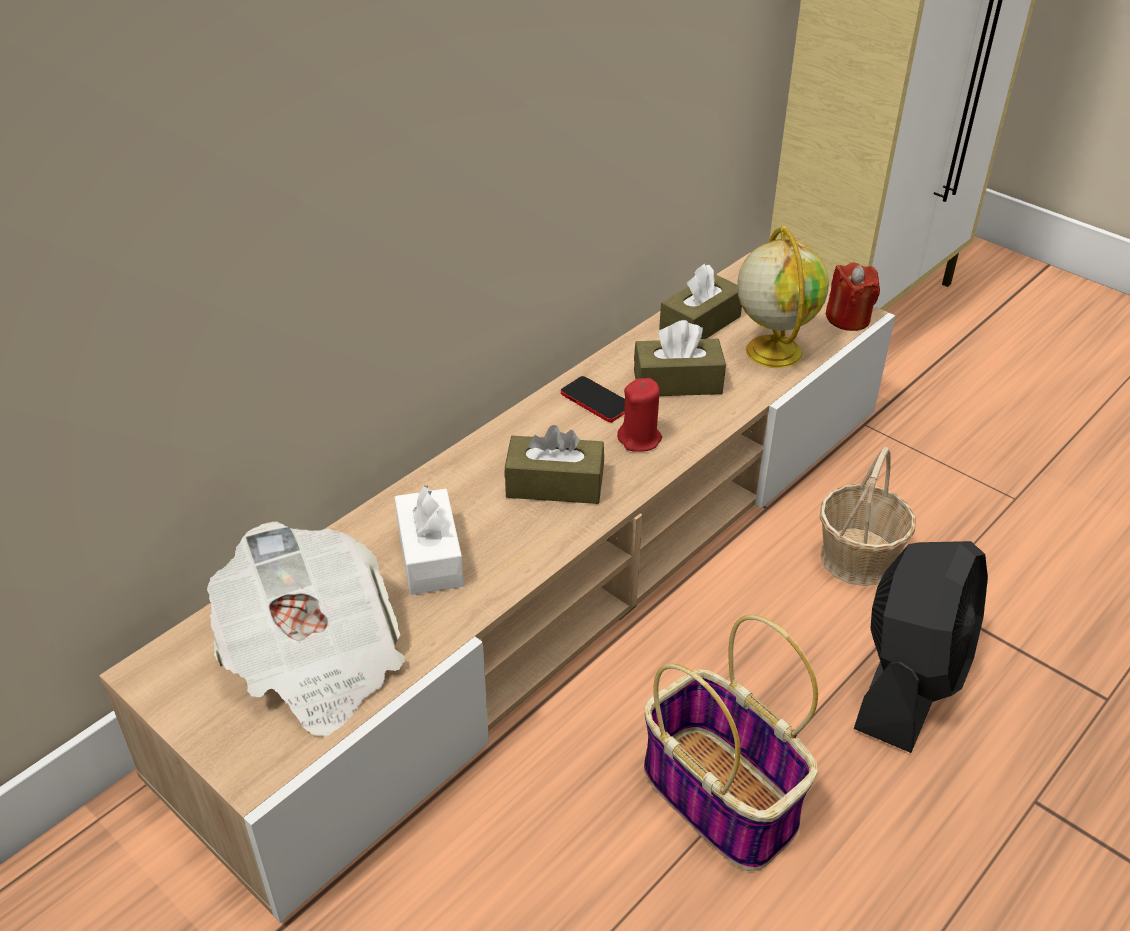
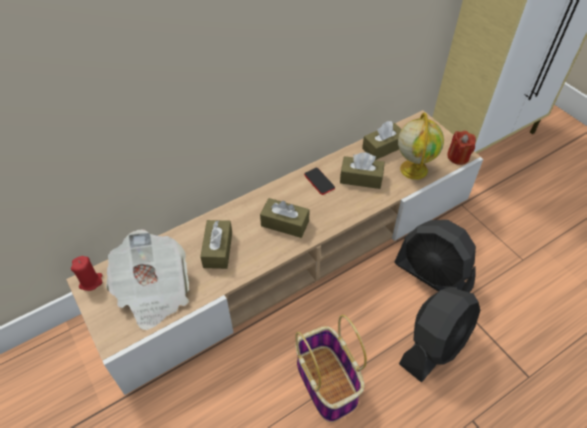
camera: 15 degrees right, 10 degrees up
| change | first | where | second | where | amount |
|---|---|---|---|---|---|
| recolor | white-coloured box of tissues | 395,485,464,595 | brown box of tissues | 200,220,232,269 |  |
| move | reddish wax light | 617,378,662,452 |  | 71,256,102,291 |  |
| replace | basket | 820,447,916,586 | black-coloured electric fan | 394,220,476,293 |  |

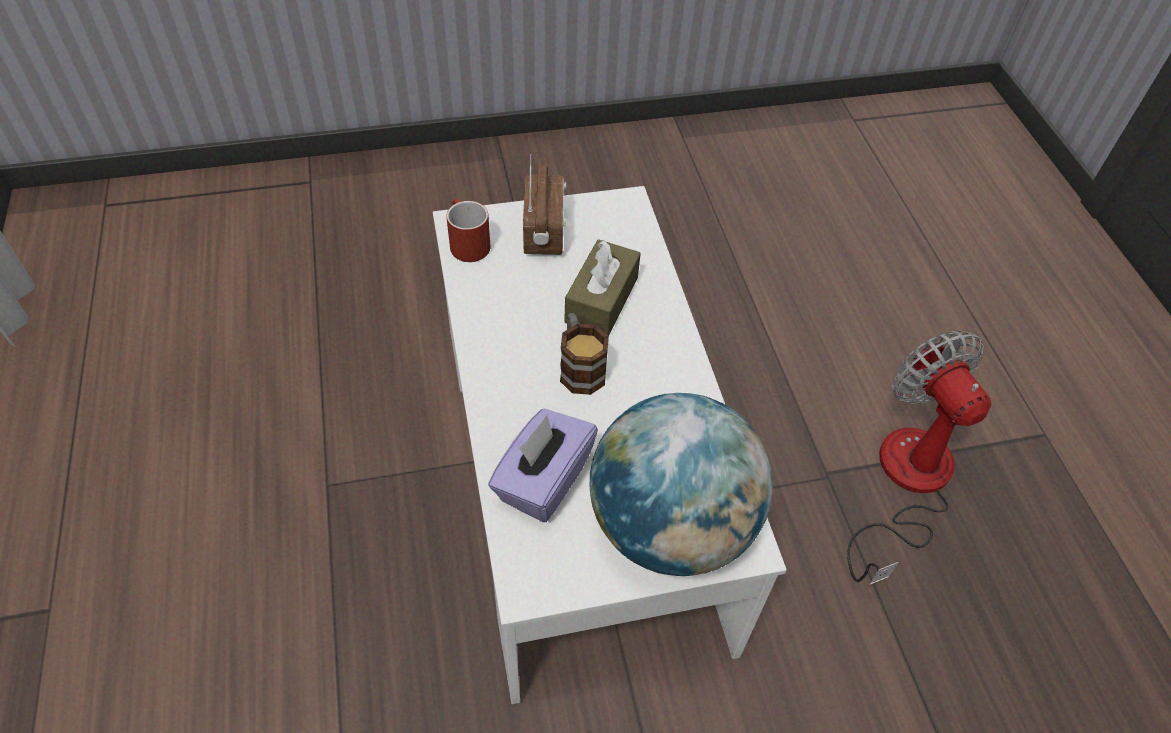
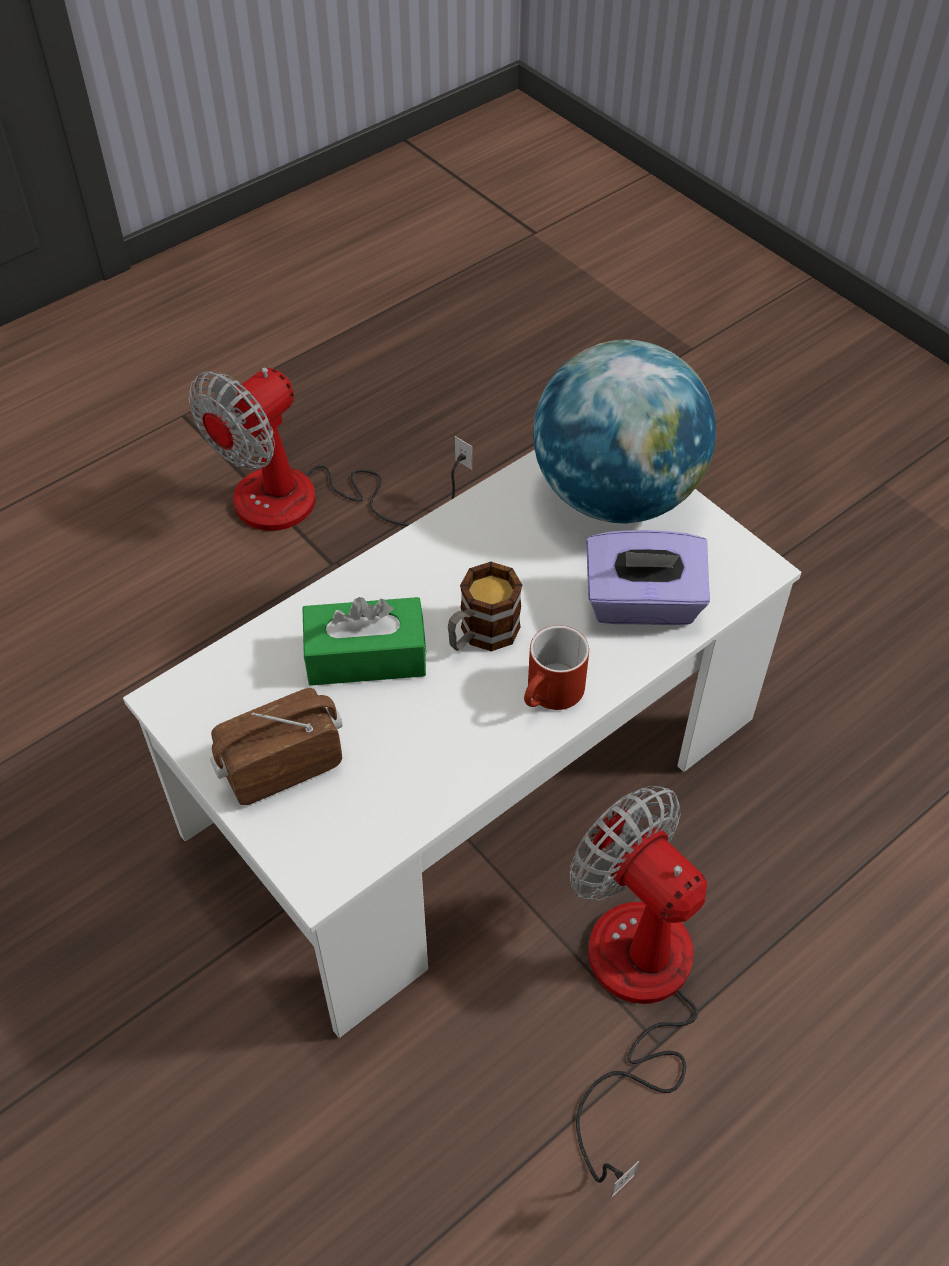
camera: 115 degrees left, 0 degrees up
| change | first | where | second | where | amount |
|---|---|---|---|---|---|
| move | reddish mug | 446,199,491,262 |  | 524,625,589,710 |  |
| recolor | brown box of tissues | 564,239,641,336 | greenish box of tissues | 302,597,427,686 |  |
| insert |  |  | electric fan | 570,786,707,1198 |  |

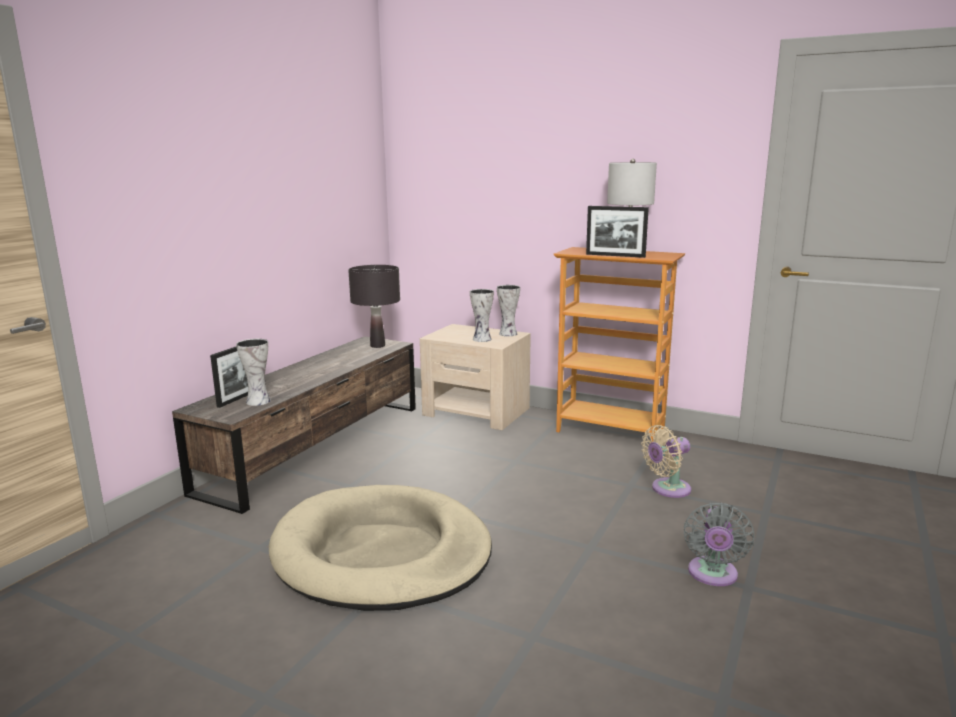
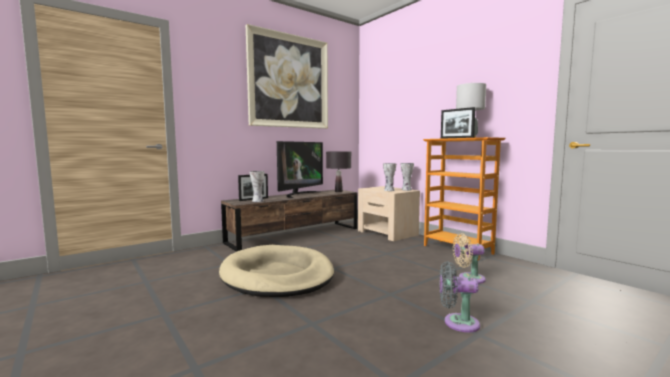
camera: 25 degrees right, 10 degrees down
| change | first | where | second | where | amount |
|---|---|---|---|---|---|
| rotate | grey electric fan | 684,503,755,586 |  | 439,261,480,333 | 60 degrees clockwise |
| insert |  |  | picture | 246,24,328,129 |  |
| insert |  |  | television | 277,141,323,198 |  |

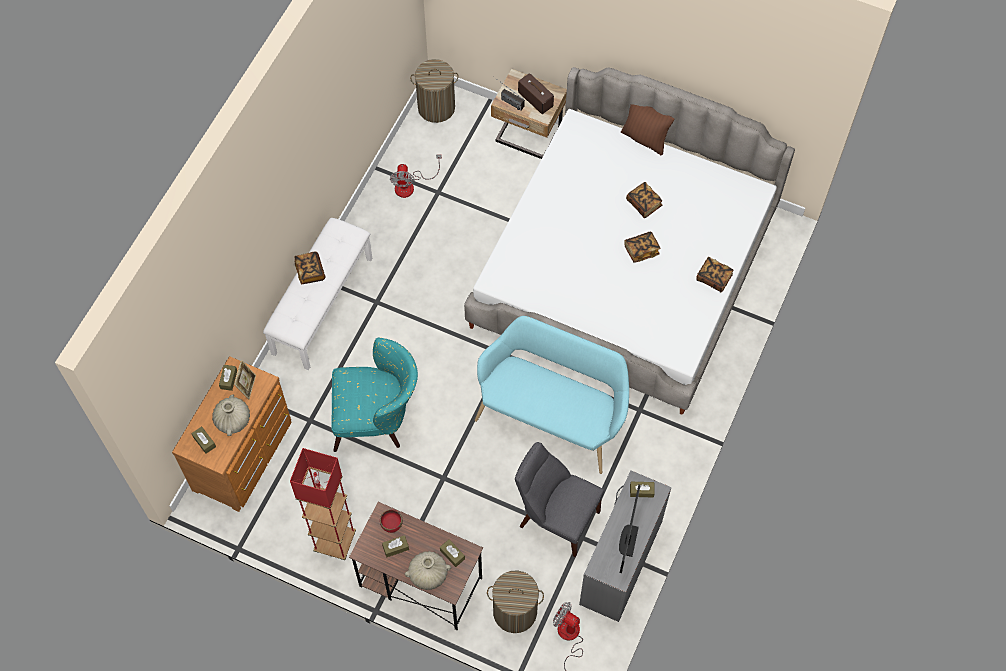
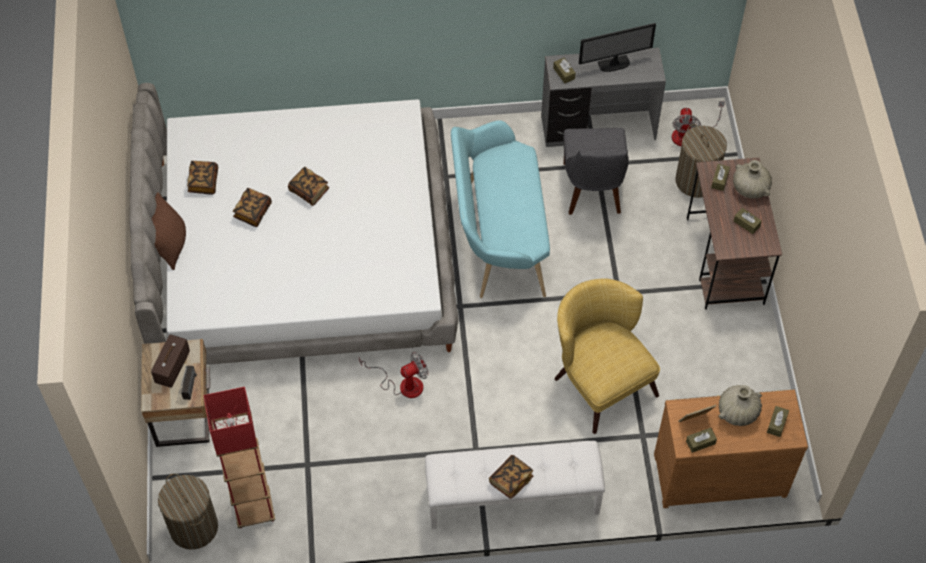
camera: 120 degrees left, 5 degrees down
| change | first | where | second | where | amount |
|---|---|---|---|---|---|
| move | reddish standard lamp | 290,448,356,560 |  | 203,387,275,528 |  |
| recolor | turquoise-coloured easy chair | 331,338,418,452 | yellowish easy chair | 555,278,660,434 |  |
| delete | reddish bowl | 380,509,403,533 |  |  |  |
| move | electric fan | 390,154,442,198 |  | 359,352,428,398 |  |
| move | book | 696,257,733,292 |  | 187,161,218,195 |  |

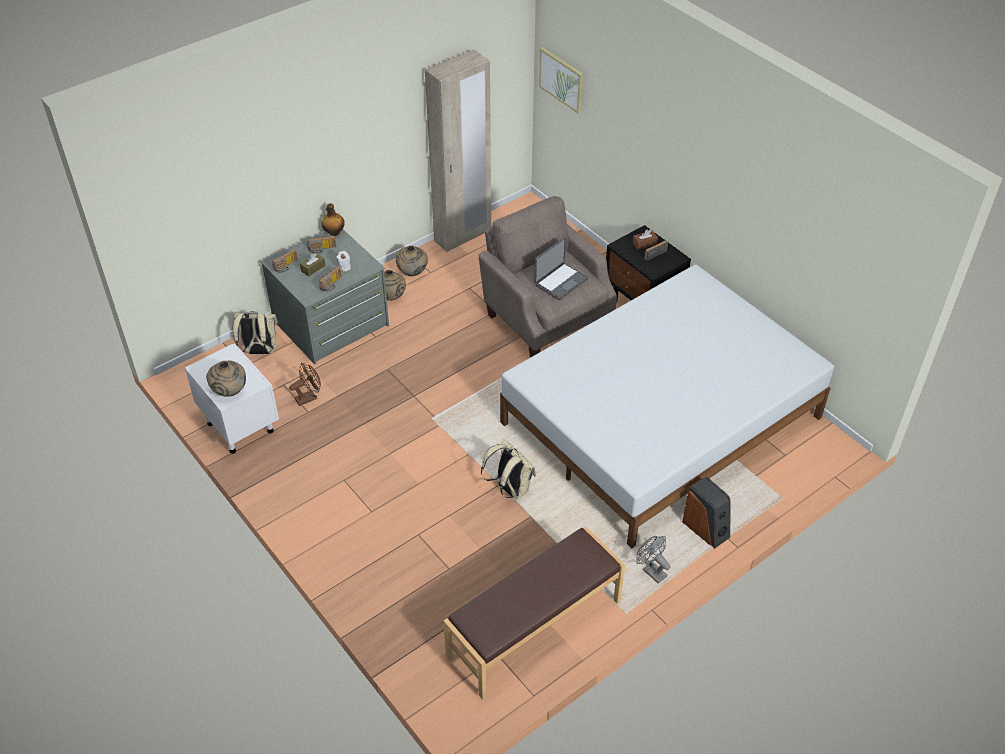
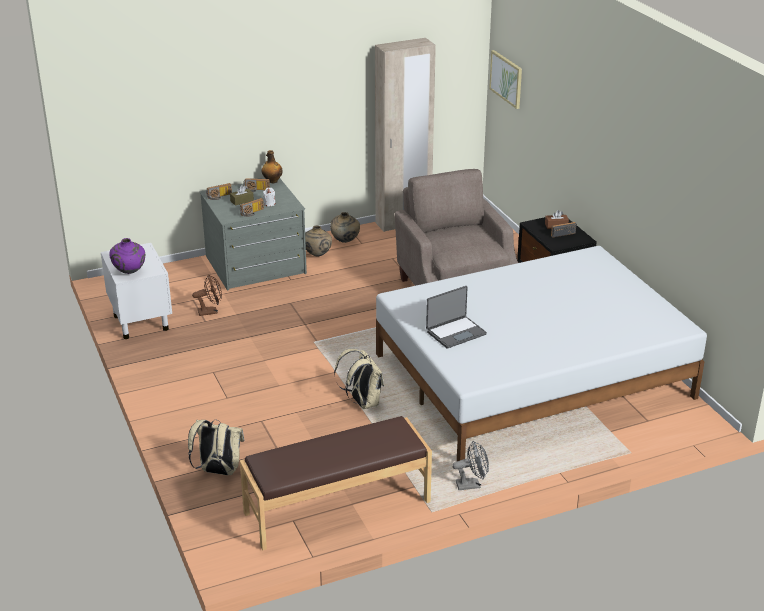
camera: 15 degrees right, 15 degrees down
| change | first | where | second | where | amount |
|---|---|---|---|---|---|
| recolor | beige-coloured flower vase | 206,361,246,397 | purple-coloured flower vase | 109,238,145,274 |  |
| move | beige-coloured knapsack | 233,311,278,354 |  | 188,420,244,475 |  |
| move | portable computer | 534,238,588,300 |  | 426,286,487,349 |  |
| rotate | grey electric fan | 637,536,670,583 |  | 452,441,489,490 | 105 degrees clockwise |
| delete | audio speaker | 682,476,731,549 |  |  |  |

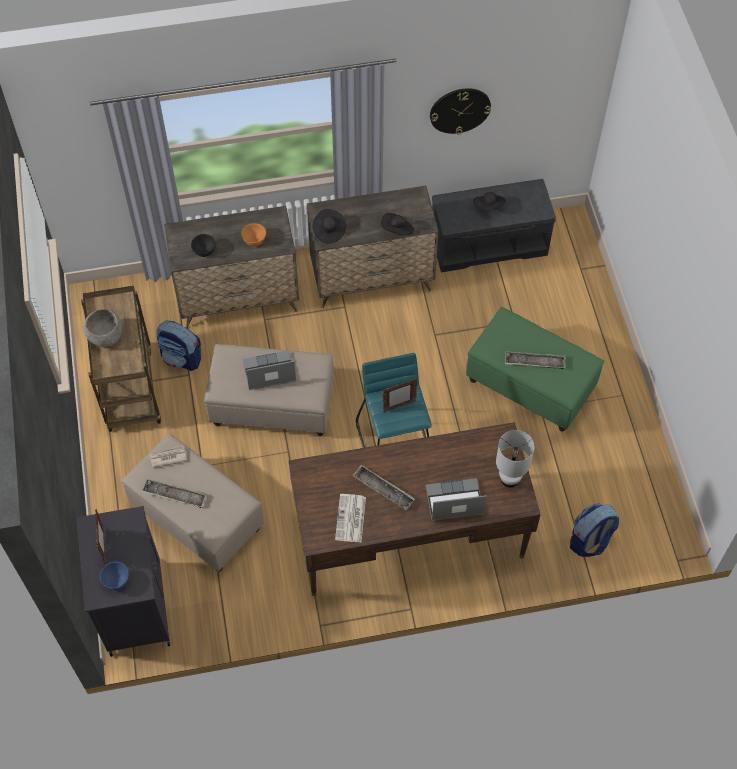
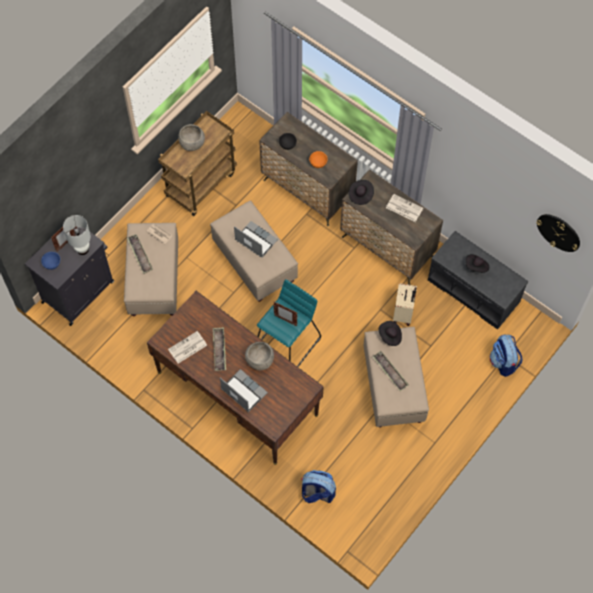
camera: 50 degrees right, 5 degrees up
| change | first | where | second | where | amount |
|---|---|---|---|---|---|
| move | knapsack | 156,320,201,371 |  | 490,334,523,377 |  |
| move | black-coloured hat | 381,213,414,236 |  | 379,321,402,346 |  |
| move | hanging clock | 430,88,491,135 |  | 536,214,580,252 |  |
| recolor | greenish pouffe | 466,307,604,432 | beige-coloured pouffe | 364,327,429,428 |  |
| move | white-coloured tabletop lamp | 496,430,534,487 |  | 63,215,91,255 |  |
| insert |  |  | grey bowl | 245,342,274,370 |  |
| insert |  |  | newspaper | 386,194,423,222 |  |
| insert |  |  | beige-coloured travel case | 393,283,417,326 |  |

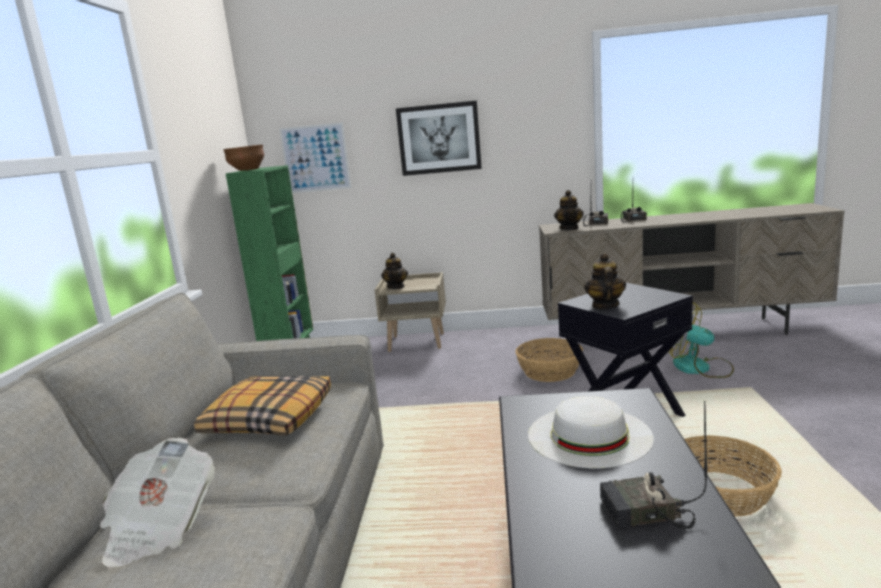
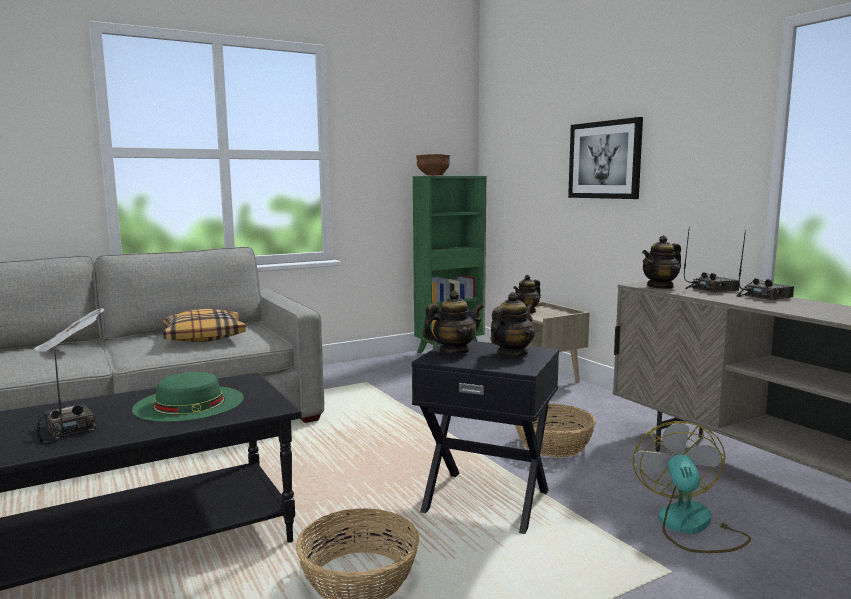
camera: 55 degrees right, 5 degrees down
| change | first | where | second | where | amount |
|---|---|---|---|---|---|
| delete | picture | 280,122,351,193 |  |  |  |
| recolor | white-coloured hat | 528,396,654,468 | greenish hat | 132,372,244,422 |  |
| insert |  |  | teapot | 490,292,535,357 |  |

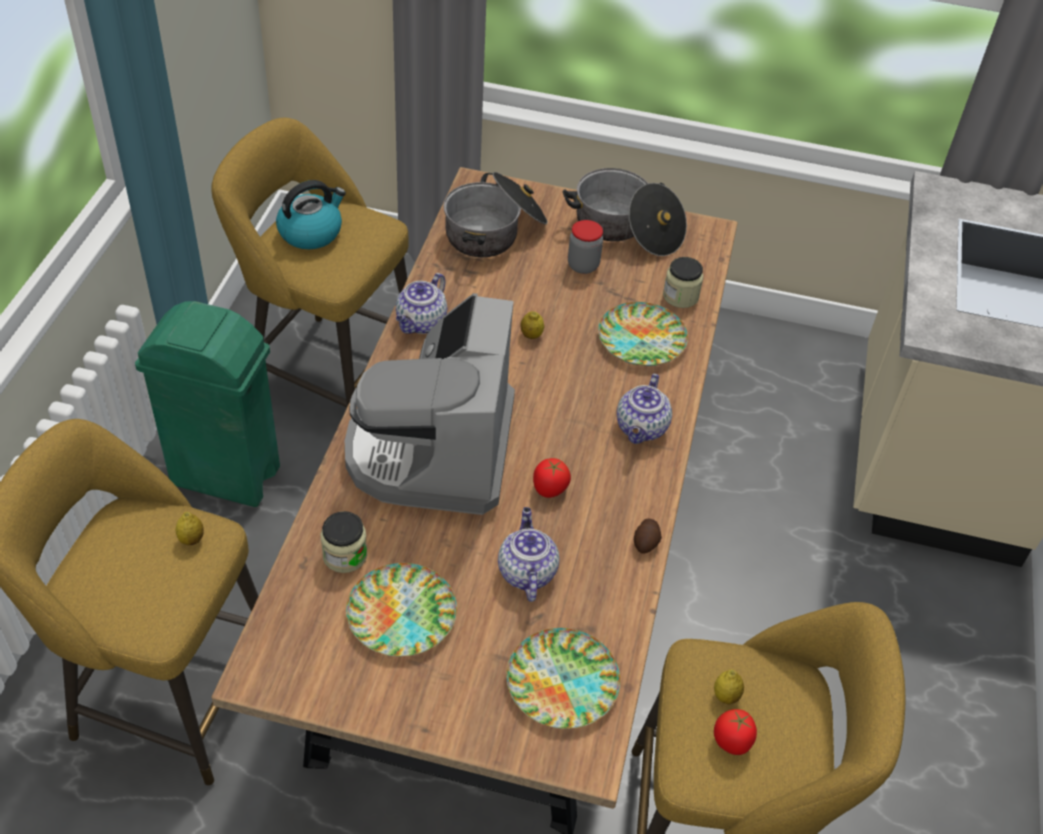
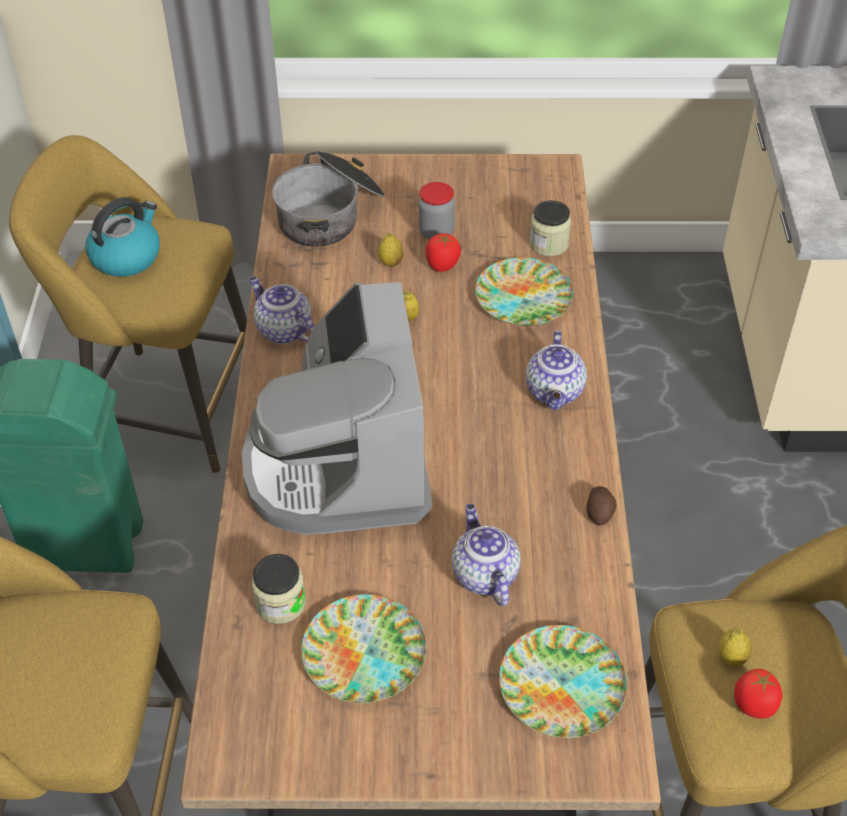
camera: 10 degrees left, 0 degrees up
| change | first | where | second | where | amount |
|---|---|---|---|---|---|
| move | citrus fruit | 176,512,204,545 |  | 378,233,404,267 |  |
| rotate | teapot | 396,273,447,334 |  | 249,277,315,344 | 120 degrees clockwise |
| move | fresh tomato | 533,458,571,498 |  | 425,233,461,272 |  |
| delete | cooking pot | 563,168,687,256 |  |  |  |

